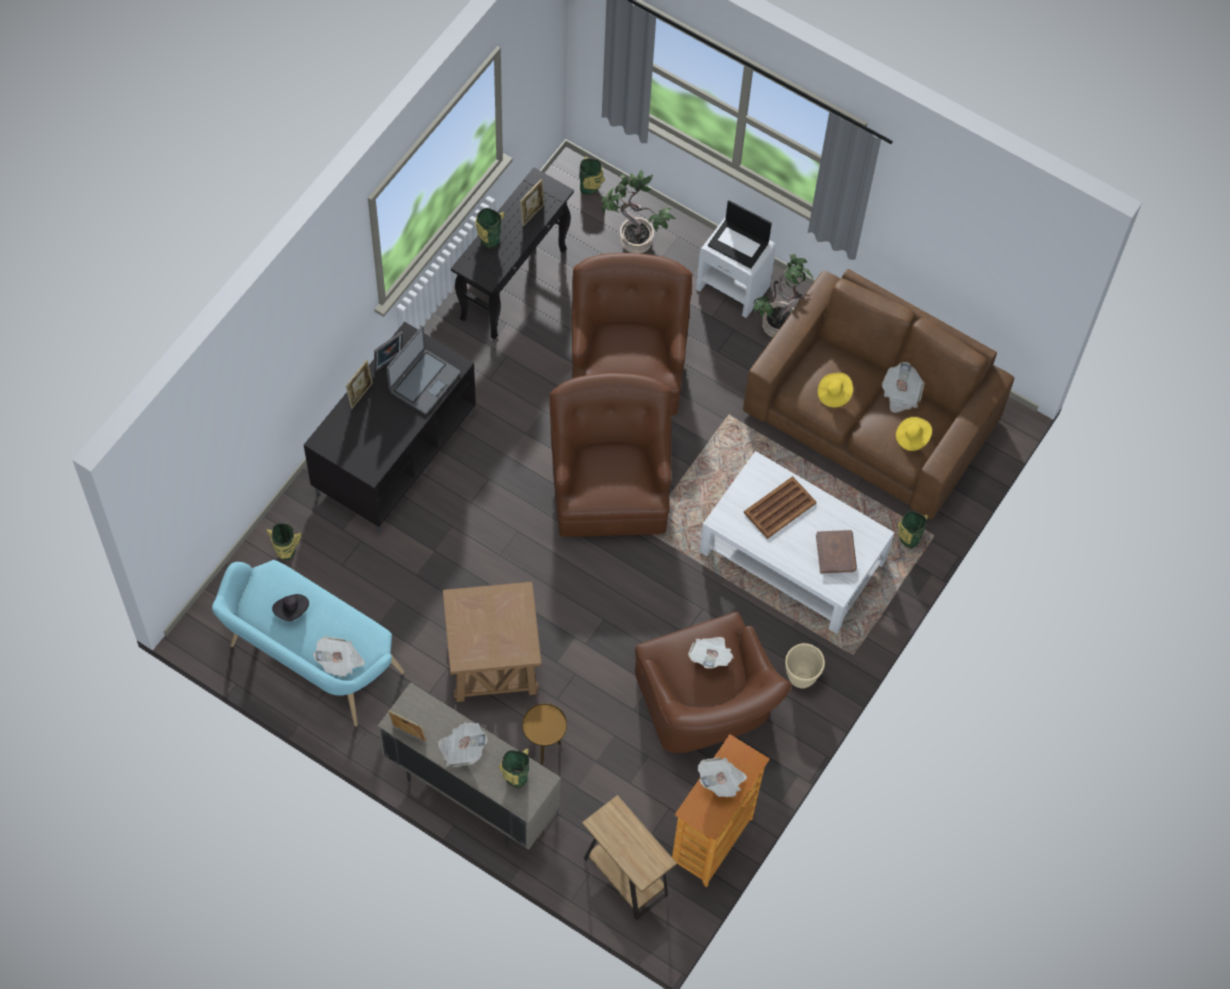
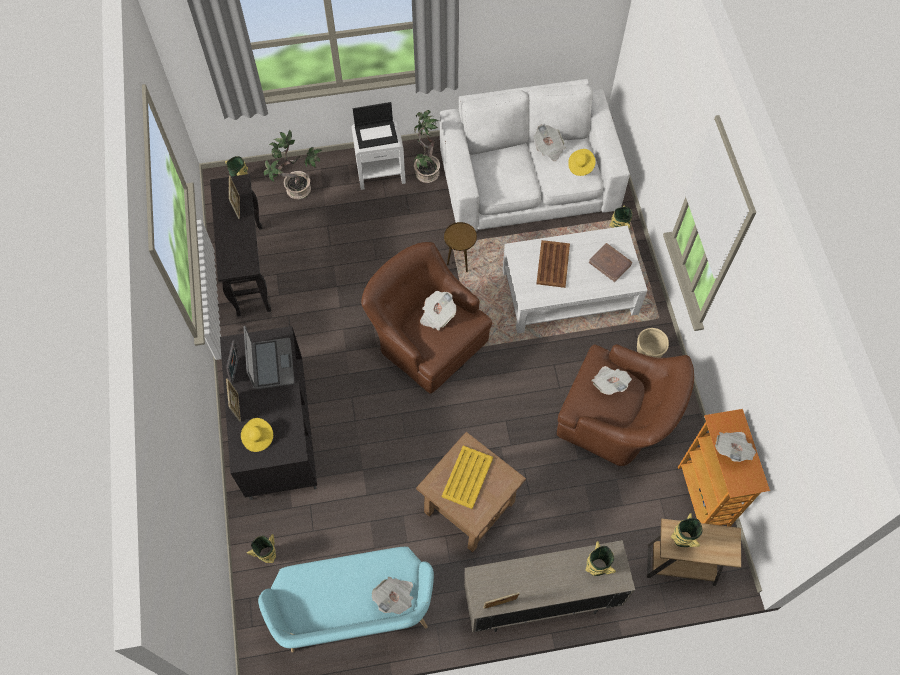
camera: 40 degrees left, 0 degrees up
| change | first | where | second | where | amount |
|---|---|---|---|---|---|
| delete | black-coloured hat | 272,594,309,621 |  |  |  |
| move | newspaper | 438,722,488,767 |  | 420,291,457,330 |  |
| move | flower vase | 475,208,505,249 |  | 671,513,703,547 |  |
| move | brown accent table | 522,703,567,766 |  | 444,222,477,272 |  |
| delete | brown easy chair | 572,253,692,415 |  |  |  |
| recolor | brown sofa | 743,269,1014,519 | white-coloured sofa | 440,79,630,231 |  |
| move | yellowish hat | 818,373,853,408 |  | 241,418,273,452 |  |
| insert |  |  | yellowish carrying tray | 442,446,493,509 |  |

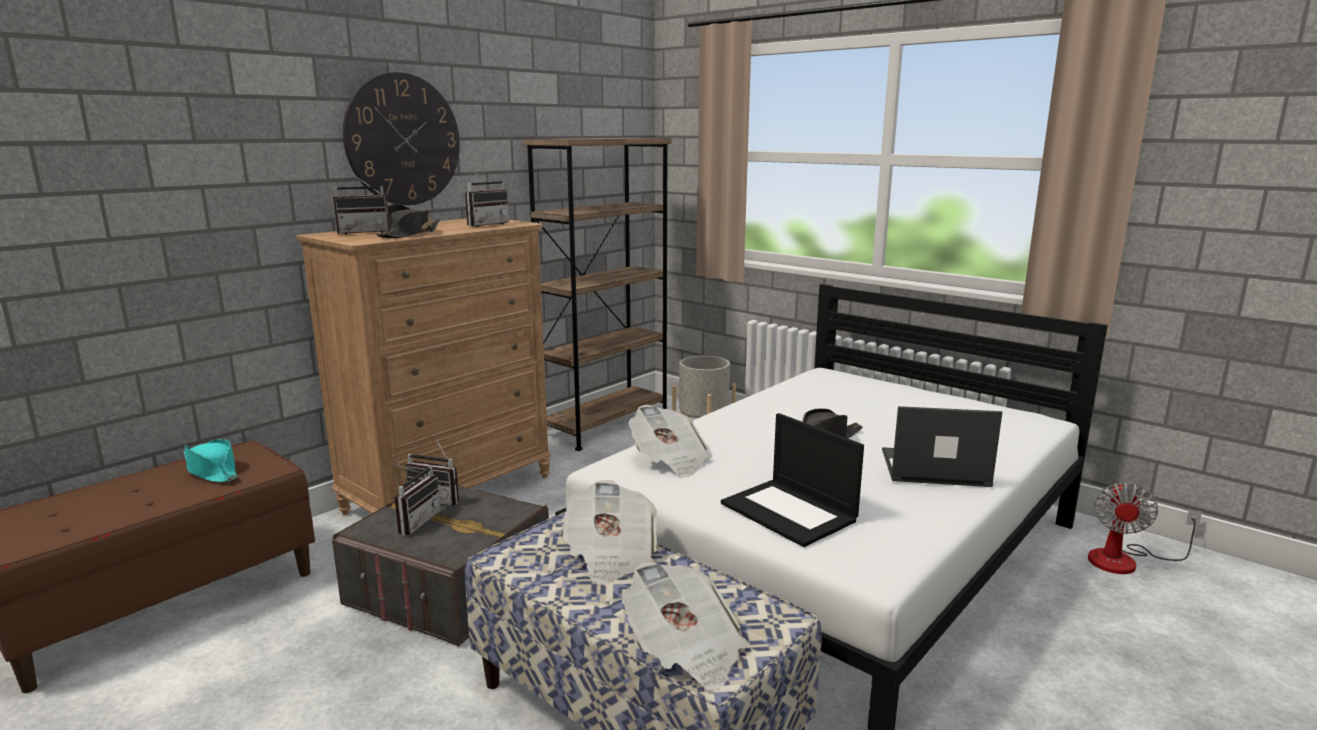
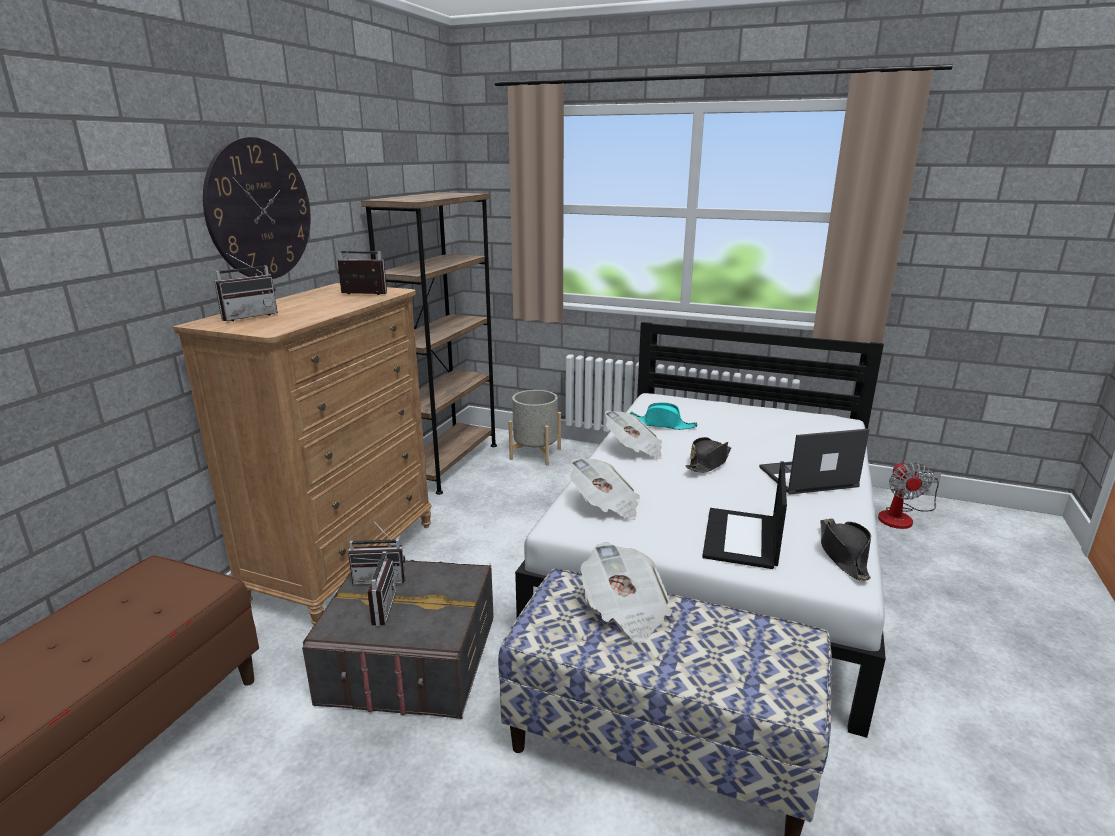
camera: 20 degrees left, 5 degrees up
| change | first | where | second | where | amount |
|---|---|---|---|---|---|
| move | turquoise-coloured hat | 184,439,238,482 |  | 629,402,697,430 |  |
| move | black-coloured hat | 376,204,440,238 |  | 821,519,871,581 |  |
| rotate | radio | 465,170,509,227 |  | 337,242,387,295 | 105 degrees counterclockwise |
| move | newspaper | 622,561,748,691 |  | 605,410,662,459 |  |
| rotate | portable computer | 721,413,864,547 |  | 702,461,787,569 | 75 degrees clockwise |

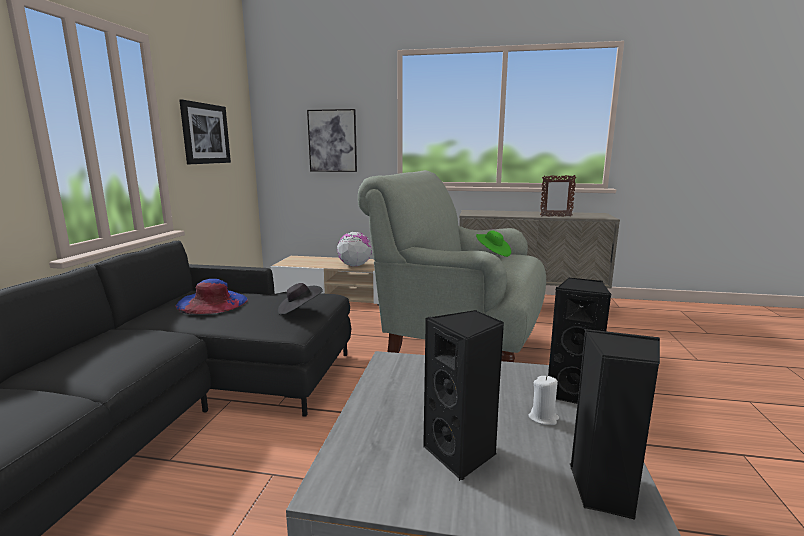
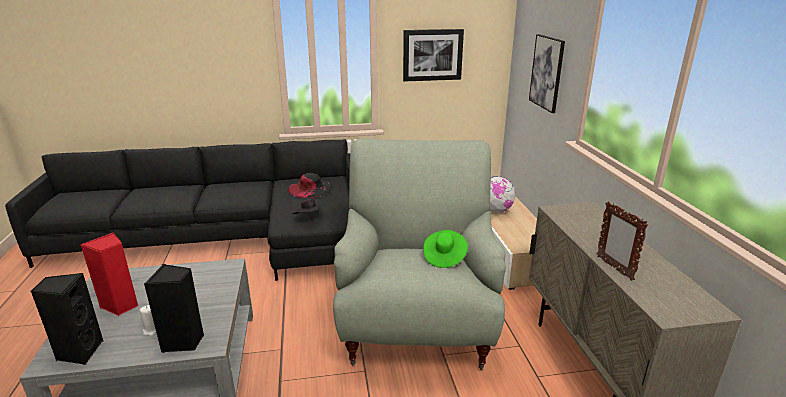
camera: 70 degrees right, 10 degrees up
| change | first | where | second | where | amount |
|---|---|---|---|---|---|
| recolor | blue hat | 175,279,248,315 | black-coloured hat | 288,173,333,198 |  |
| recolor | black-coloured audio speaker | 423,310,504,481 | reddish audio speaker | 81,232,138,316 |  |

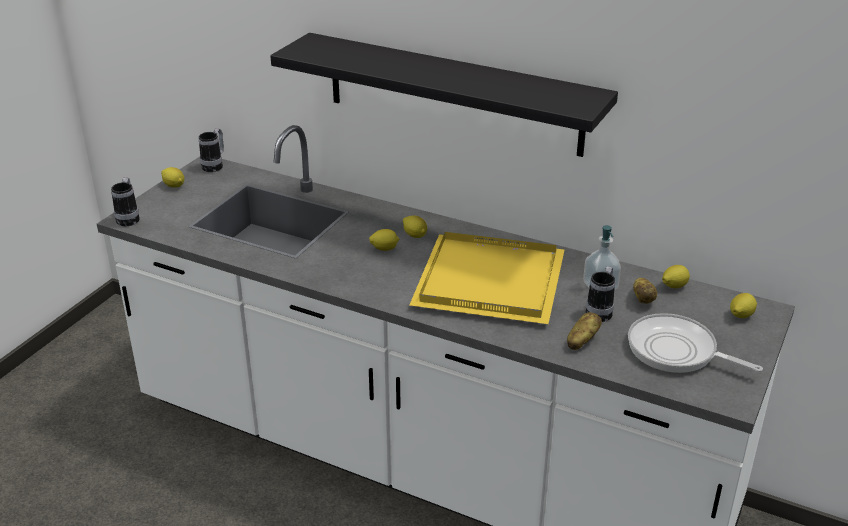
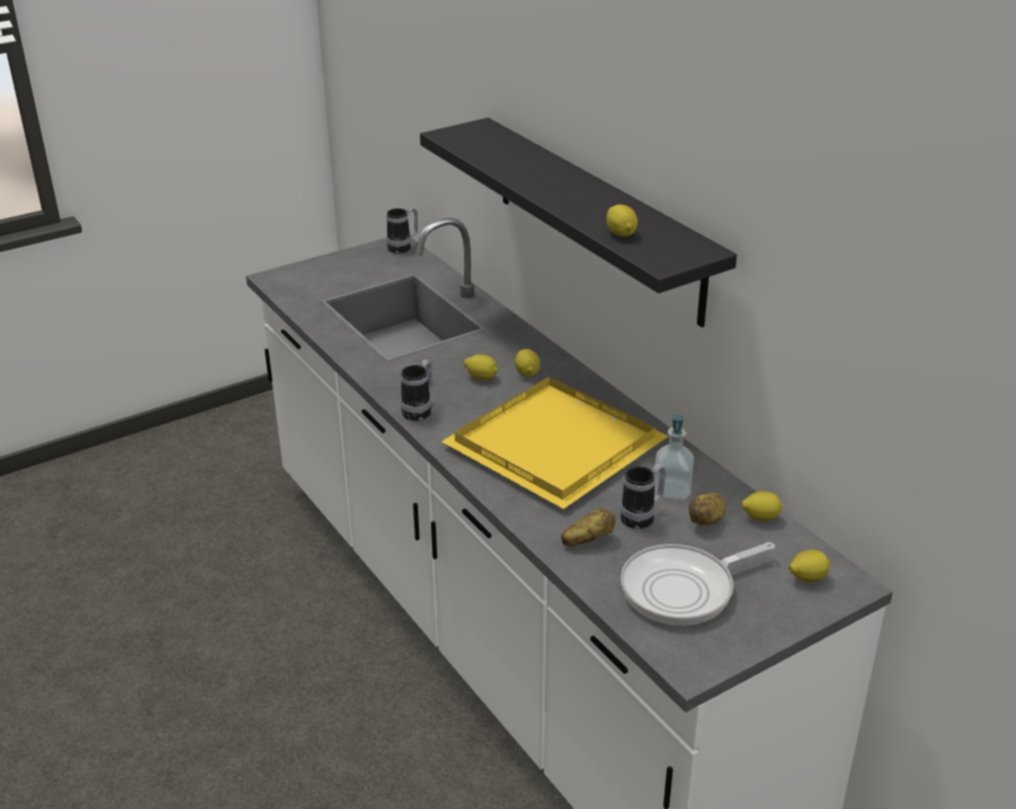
camera: 30 degrees right, 0 degrees up
| change | first | where | second | where | amount |
|---|---|---|---|---|---|
| move | mug | 111,177,140,226 |  | 401,359,432,421 |  |
| move | citrus fruit | 161,167,184,188 |  | 606,204,638,237 |  |
| rotate | skillet | 628,313,763,373 |  | 621,542,775,626 | 90 degrees counterclockwise |

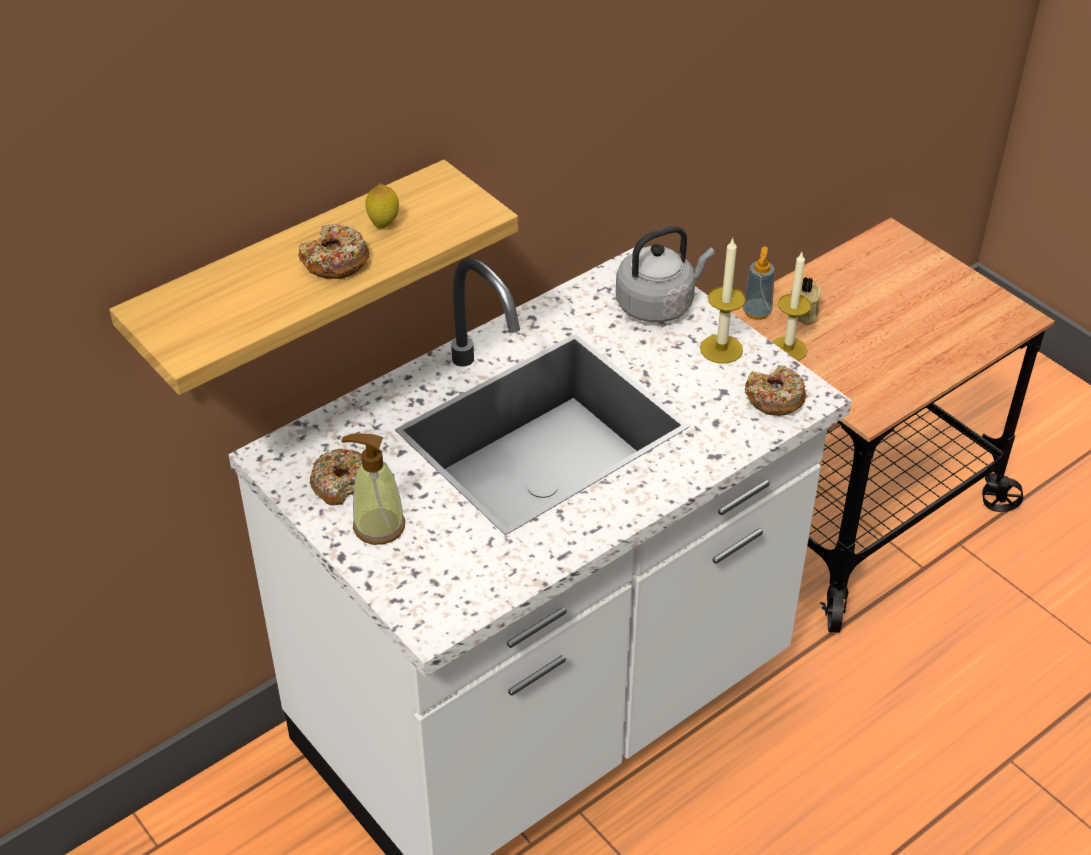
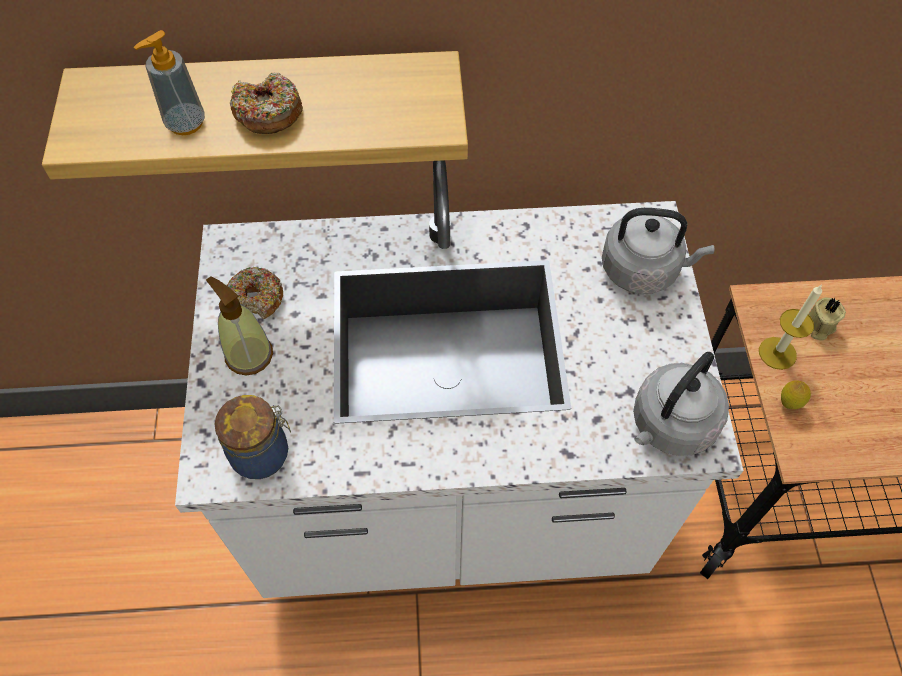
camera: 35 degrees right, 15 degrees up
| change | first | where | second | where | amount |
|---|---|---|---|---|---|
| move | citrus fruit | 366,184,399,228 |  | 781,380,811,409 |  |
| delete | wax light | 700,238,746,364 |  |  |  |
| move | soap bottle | 743,247,775,320 |  | 134,30,205,135 |  |
| replace | donut | 745,365,806,416 | grey water kettle | 633,352,729,456 |  |
| insert |  |  | preserve jar | 214,395,291,479 |  |

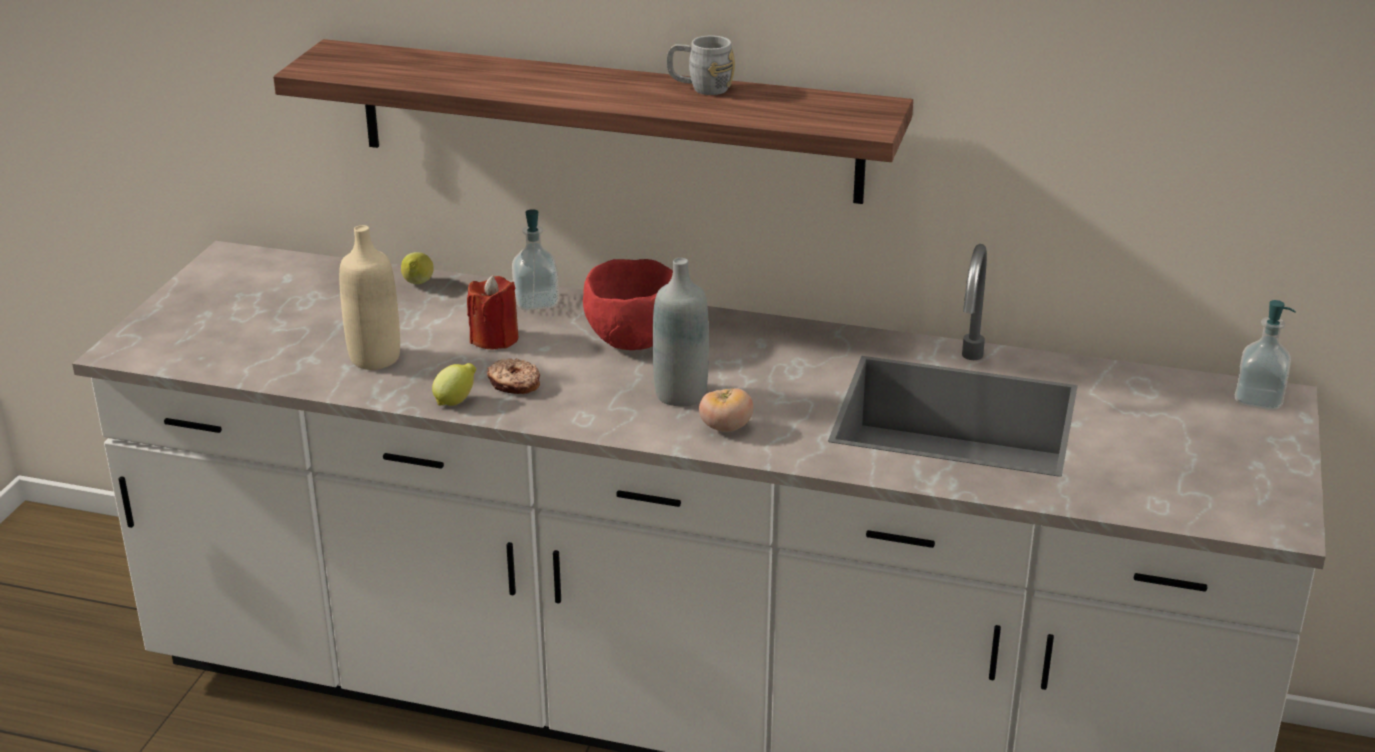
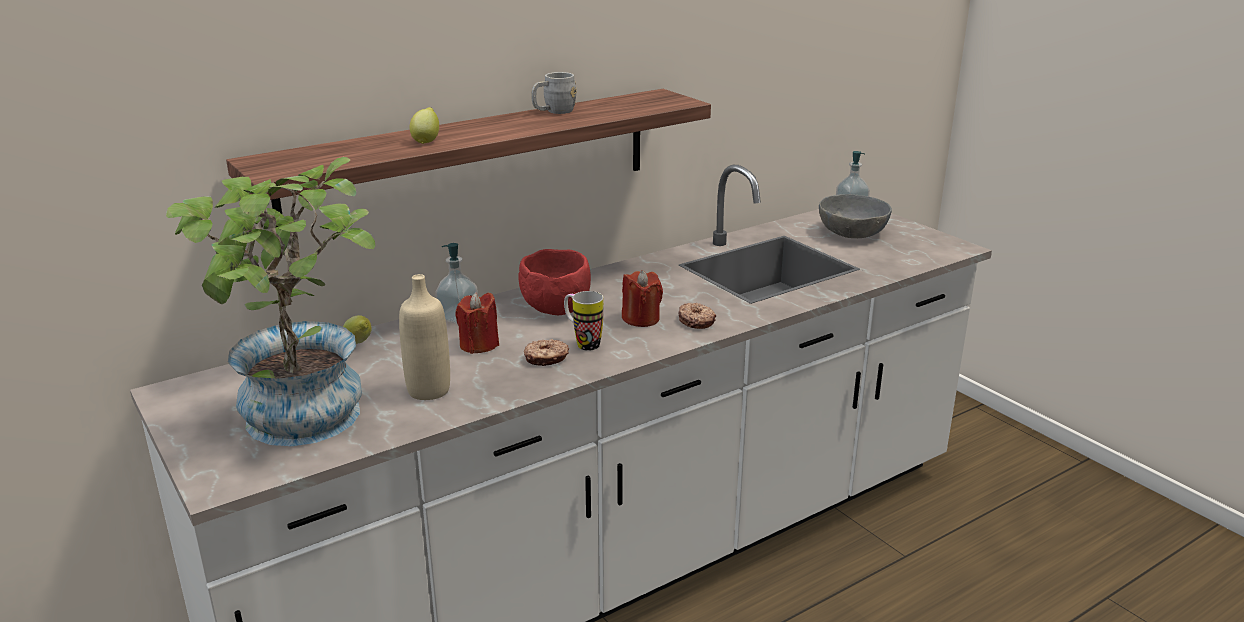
camera: 50 degrees left, 5 degrees down
| change | first | where | second | where | amount |
|---|---|---|---|---|---|
| move | citrus fruit | 432,363,476,406 |  | 410,107,439,144 |  |
| replace | grey beverage bottle | 653,258,709,406 | reddish wax light | 622,270,663,327 |  |
| replace | fresh tomato | 699,388,753,432 | donut | 678,303,716,329 |  |
| insert |  |  | potted plant | 166,157,375,446 |  |
| insert |  |  | mug | 564,291,603,351 |  |
| insert |  |  | grey bowl | 819,194,892,238 |  |

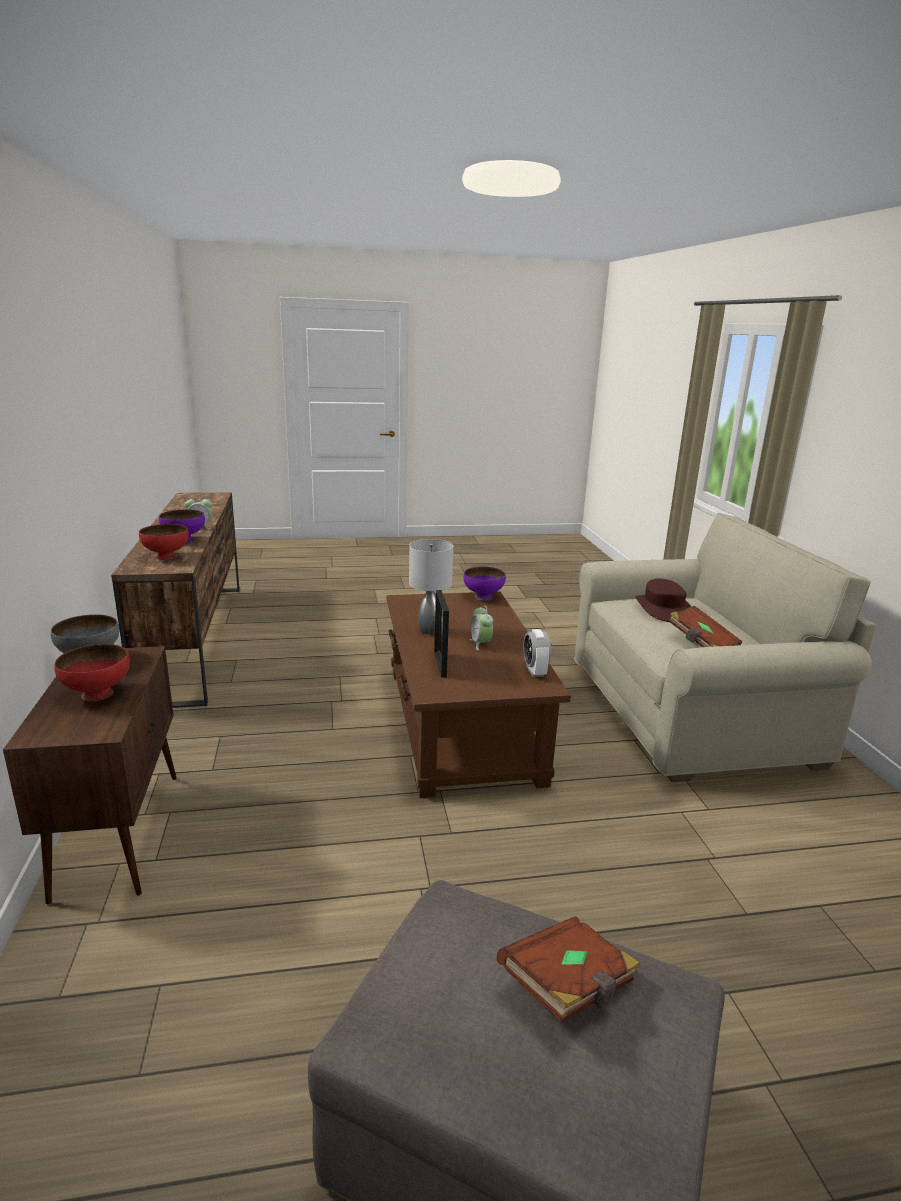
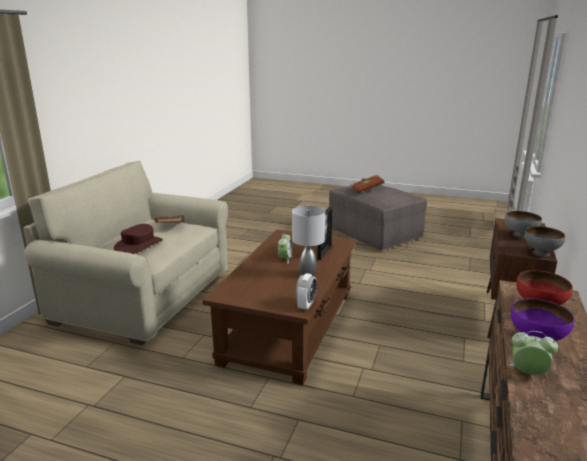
camera: 150 degrees left, 0 degrees up
| change | first | where | second | where | amount |
|---|---|---|---|---|---|
| recolor | reddish bowl | 54,644,130,702 | grey bowl | 505,211,542,238 |  |
| delete | purple-coloured bowl | 463,567,506,601 |  |  |  |
| move | bedside clock | 523,629,551,677 |  | 296,273,317,310 |  |

